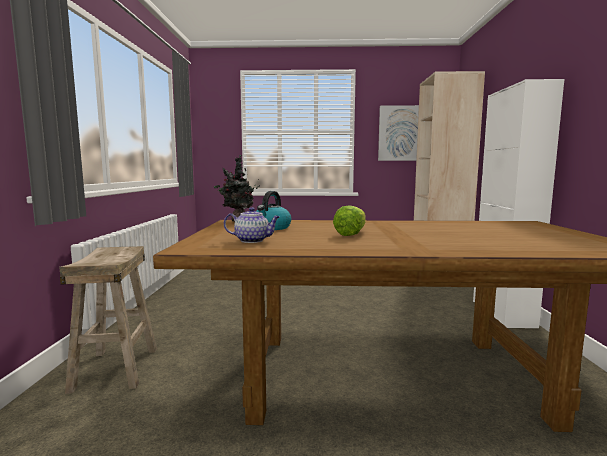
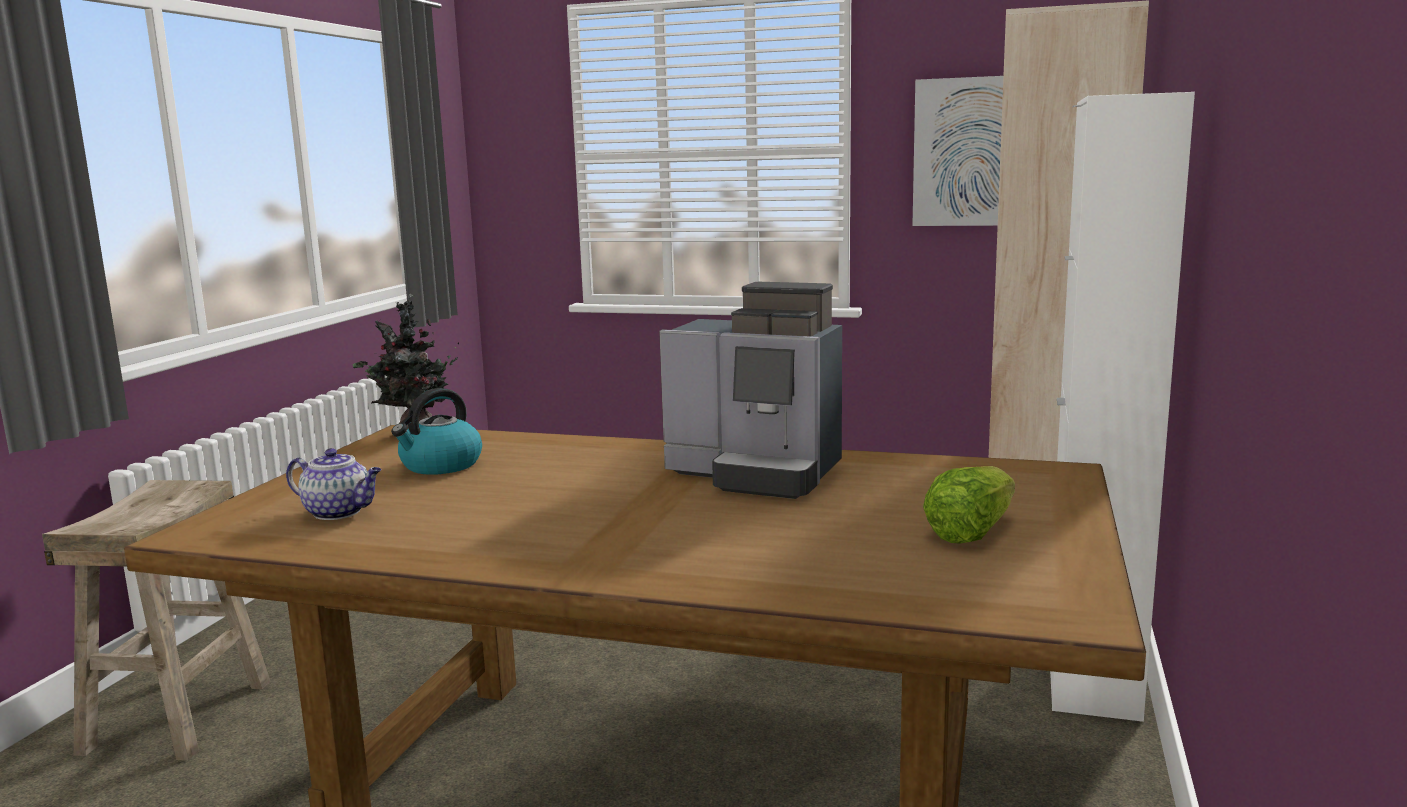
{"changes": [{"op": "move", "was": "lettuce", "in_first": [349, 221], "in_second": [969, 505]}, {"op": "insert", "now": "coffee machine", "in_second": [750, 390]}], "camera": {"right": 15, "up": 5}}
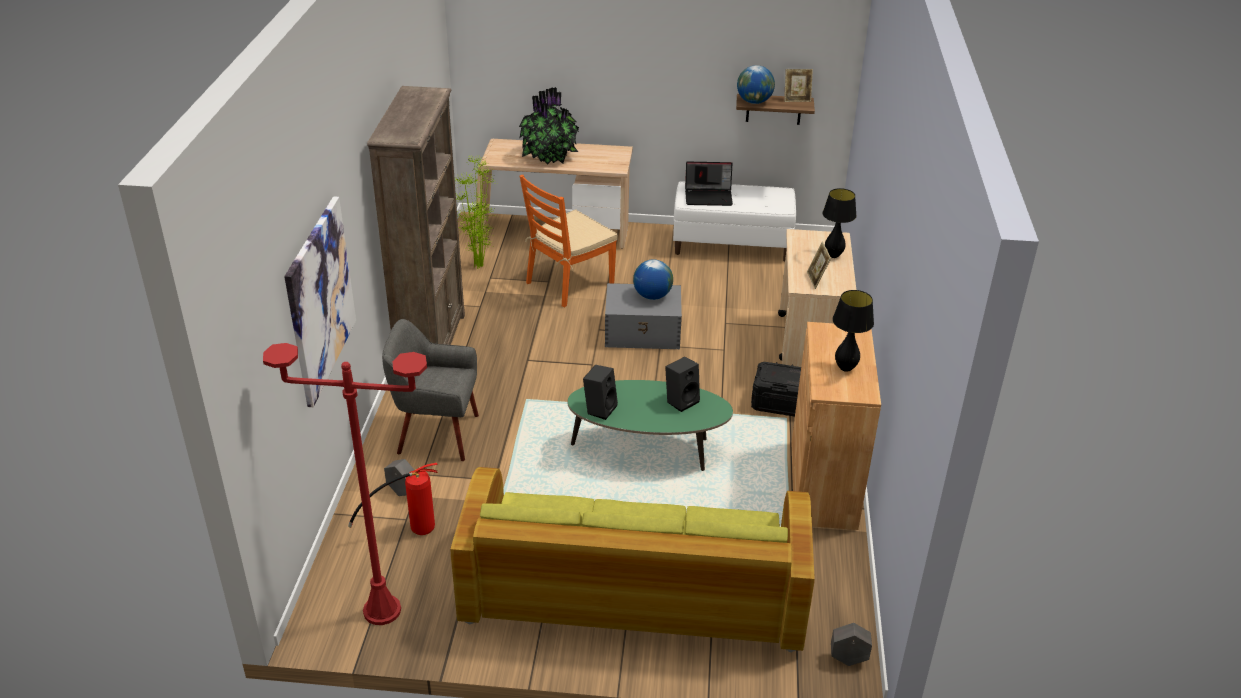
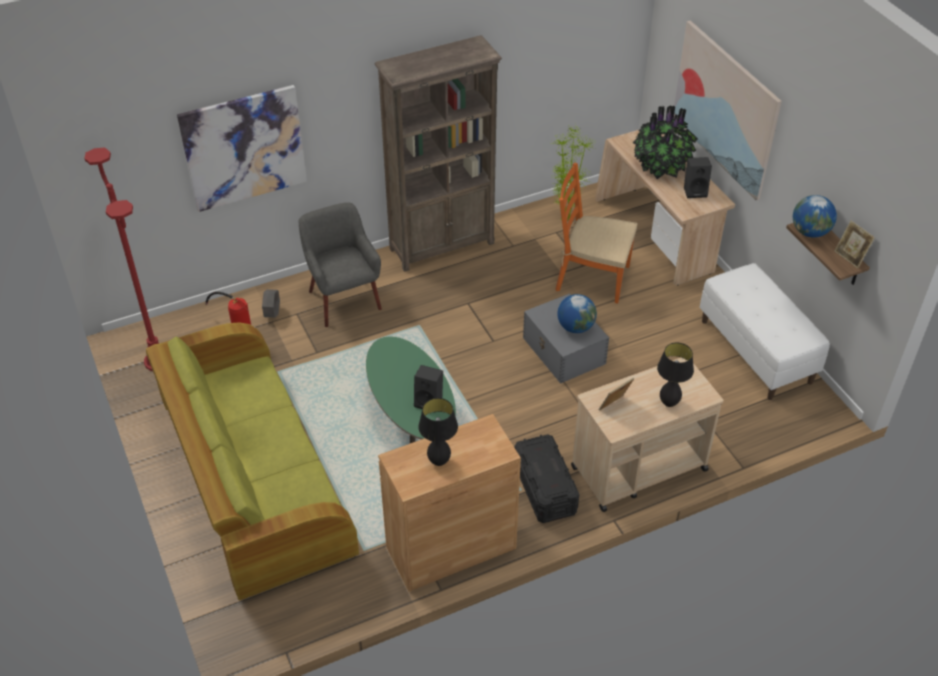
{"changes": [{"op": "delete", "was": "laptop", "in_first": [709, 184]}, {"op": "move", "was": "black speaker", "in_first": [600, 392], "in_second": [698, 177]}, {"op": "delete", "was": "grey planter", "in_first": [851, 644]}, {"op": "insert", "now": "picture", "in_second": [728, 110]}], "camera": {"right": 60, "up": 10}}
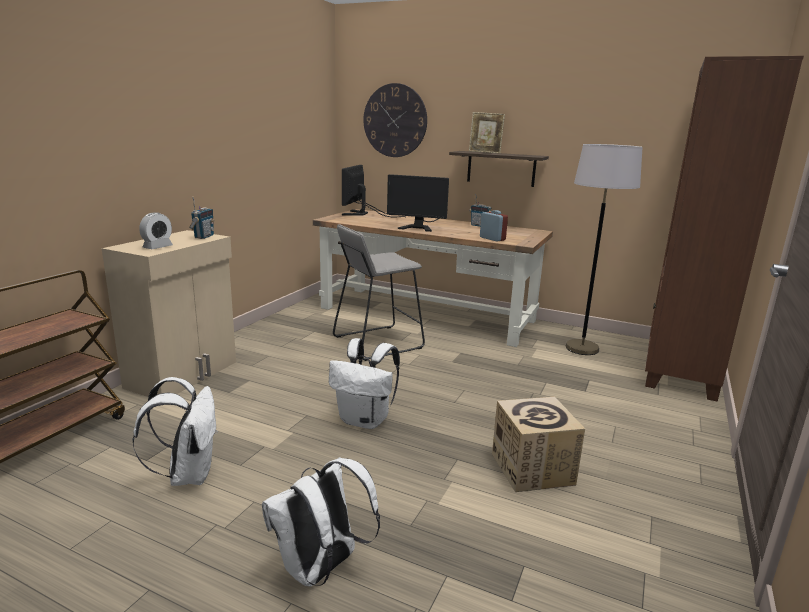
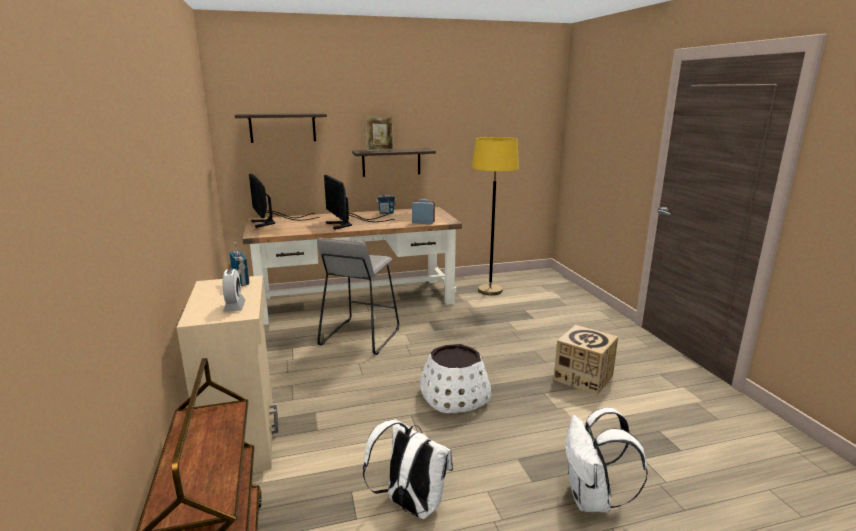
{"changes": [{"op": "delete", "was": "brown bookcase", "in_first": [724, 228]}, {"op": "replace", "was": "wall clock", "now": "shelf", "in_first": [395, 120], "in_second": [281, 128]}, {"op": "recolor", "was": "grey floor lamp", "now": "yellow floor lamp", "in_first": [604, 249], "in_second": [495, 216]}, {"op": "rotate", "was": "monitor", "in_first": [418, 203], "in_second": [359, 202], "clockwise": 90}, {"op": "replace", "was": "white backpack", "now": "white planter", "in_first": [364, 383], "in_second": [455, 378]}], "camera": {"right": -40, "up": 0}}
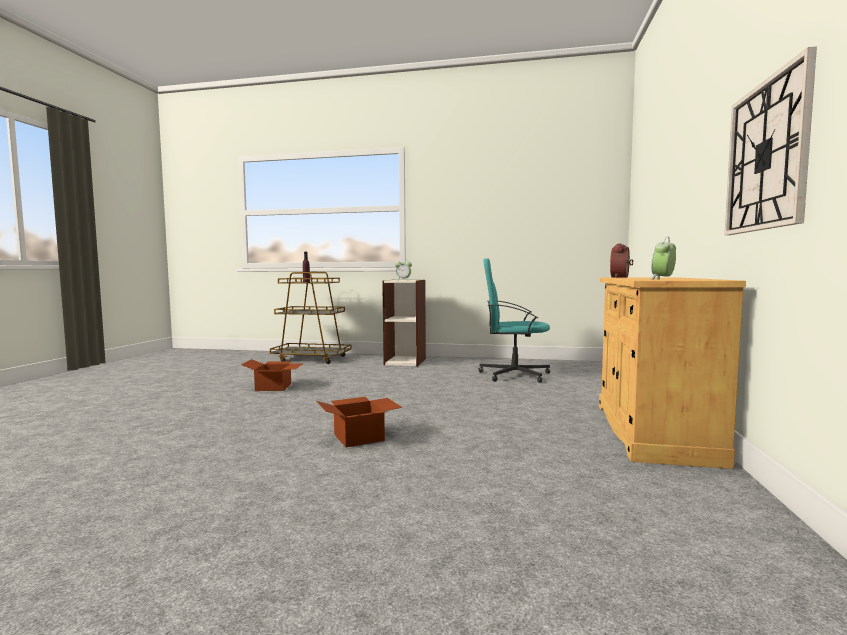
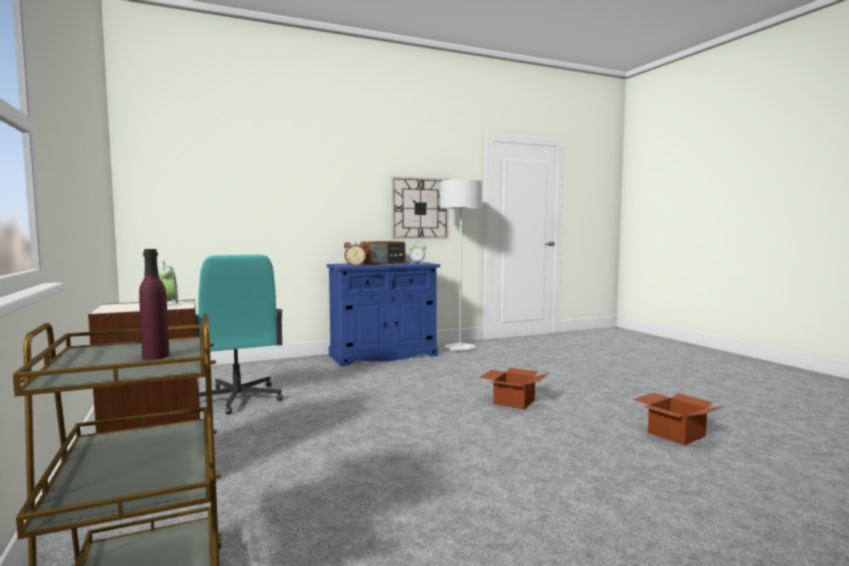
{"changes": [{"op": "recolor", "was": "beige cabinet", "now": "blue cabinet", "in_first": [672, 373], "in_second": [383, 314]}, {"op": "move", "was": "cardboard box", "in_first": [272, 375], "in_second": [679, 419]}, {"op": "insert", "now": "grey floor lamp", "in_second": [461, 265]}, {"op": "insert", "now": "radio", "in_second": [382, 253]}], "camera": {"right": -125, "up": 0}}
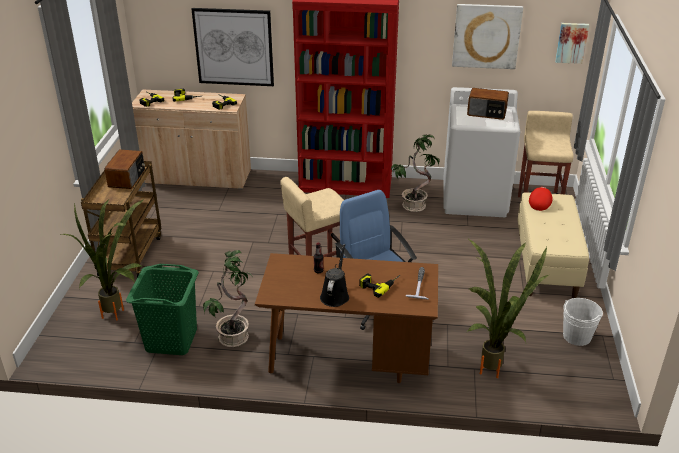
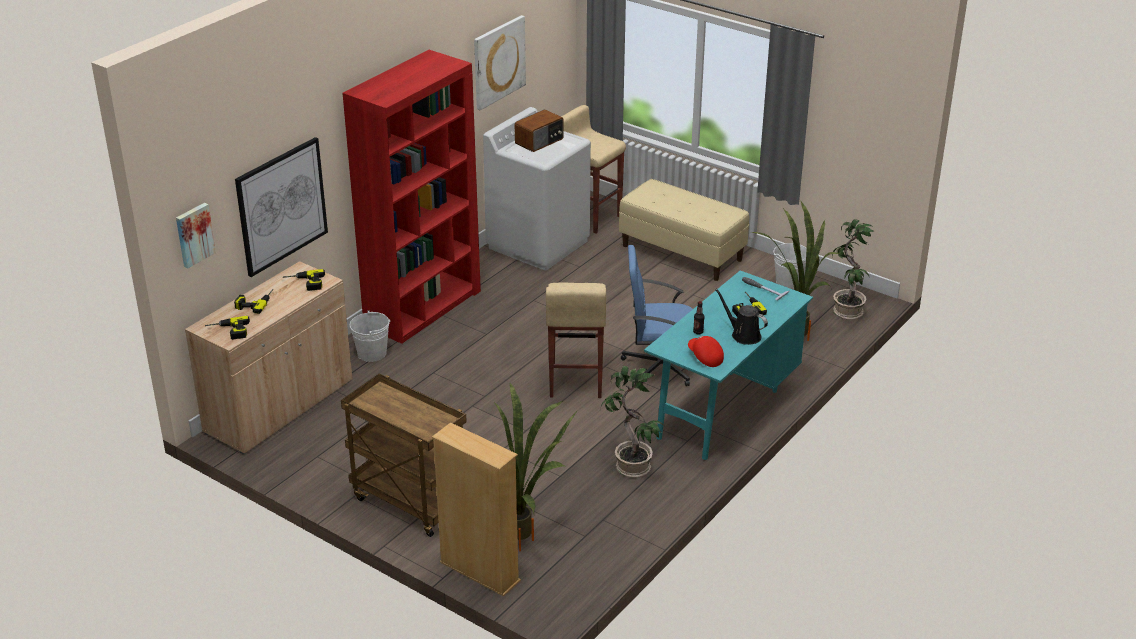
{"changes": [{"op": "move", "was": "picture", "in_first": [572, 43], "in_second": [196, 235]}, {"op": "move", "was": "potted plant", "in_first": [415, 173], "in_second": [853, 269]}, {"op": "delete", "was": "radio", "in_first": [125, 169]}, {"op": "move", "was": "red cap", "in_first": [541, 199], "in_second": [706, 351]}, {"op": "recolor", "was": "brown desk", "now": "turquoise desk", "in_first": [346, 318], "in_second": [728, 365]}, {"op": "delete", "was": "green laundry basket", "in_first": [162, 309]}, {"op": "insert", "now": "white bucket", "in_second": [370, 336]}, {"op": "insert", "now": "beige bookcase", "in_second": [476, 509]}], "camera": {"right": -60, "up": 0}}
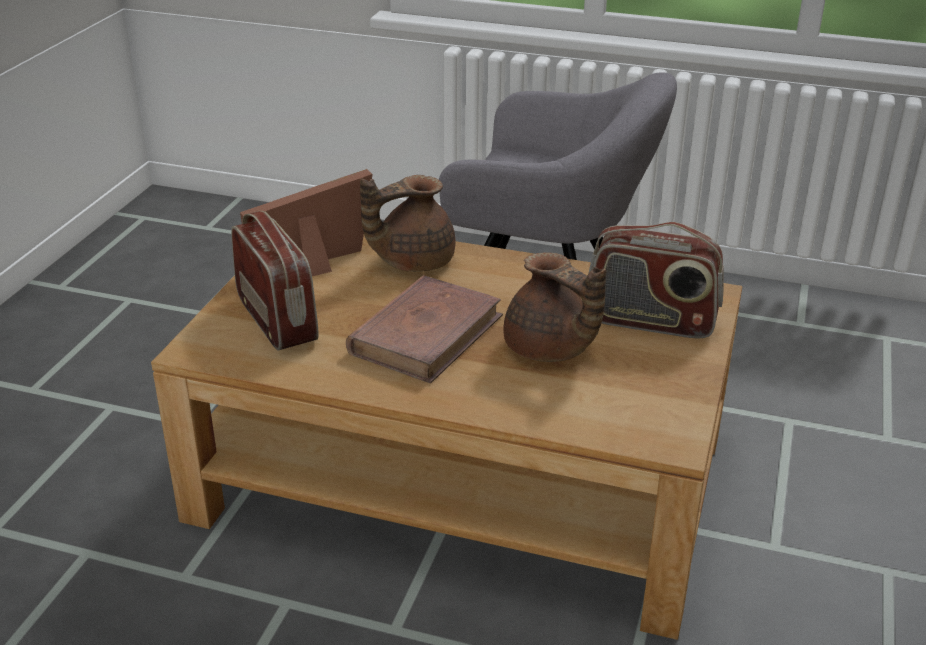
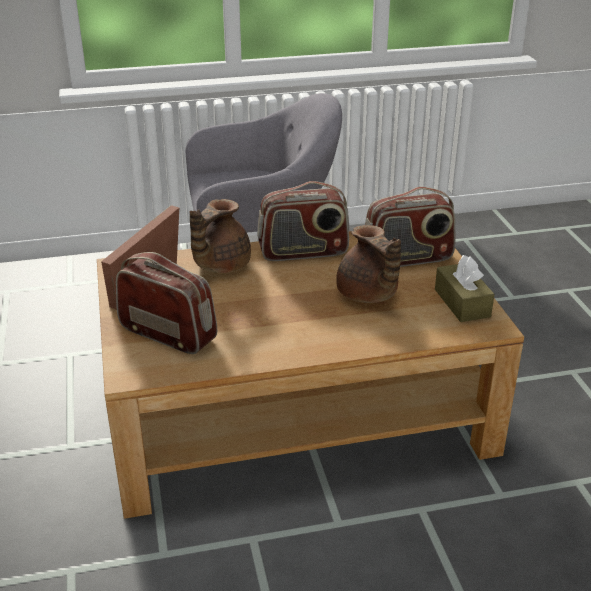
{"changes": [{"op": "rotate", "was": "brown teapot", "in_first": [554, 307], "in_second": [368, 264], "clockwise": 45}, {"op": "delete", "was": "brown book", "in_first": [424, 329]}, {"op": "insert", "now": "radio", "in_second": [303, 221]}, {"op": "insert", "now": "brown tissue box", "in_second": [465, 288]}], "camera": {"right": -30, "up": 0}}
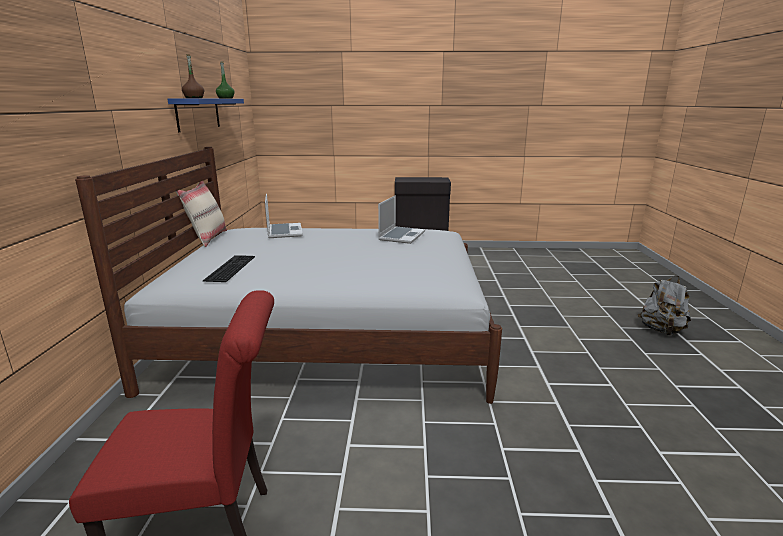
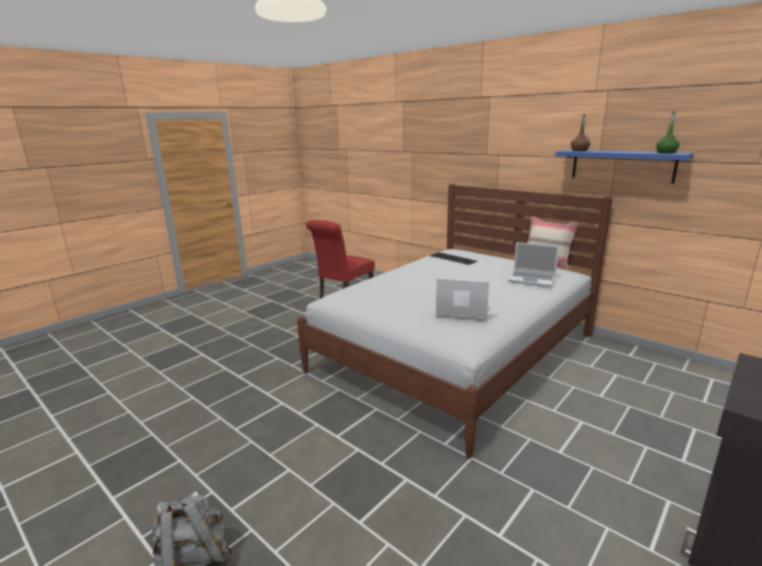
{"changes": [{"op": "rotate", "was": "laptop", "in_first": [401, 219], "in_second": [462, 299], "clockwise": 135}], "camera": {"right": 130, "up": 0}}
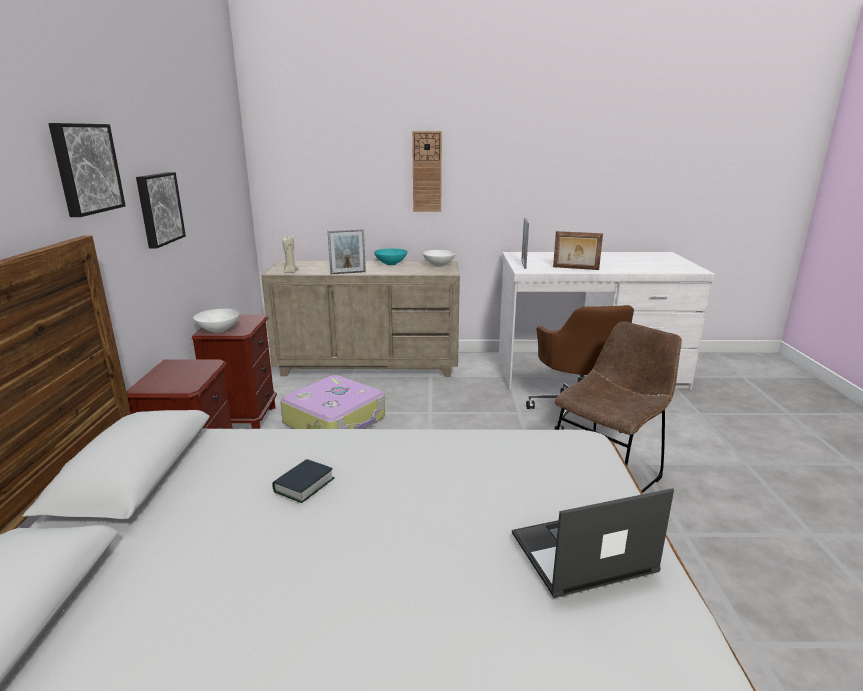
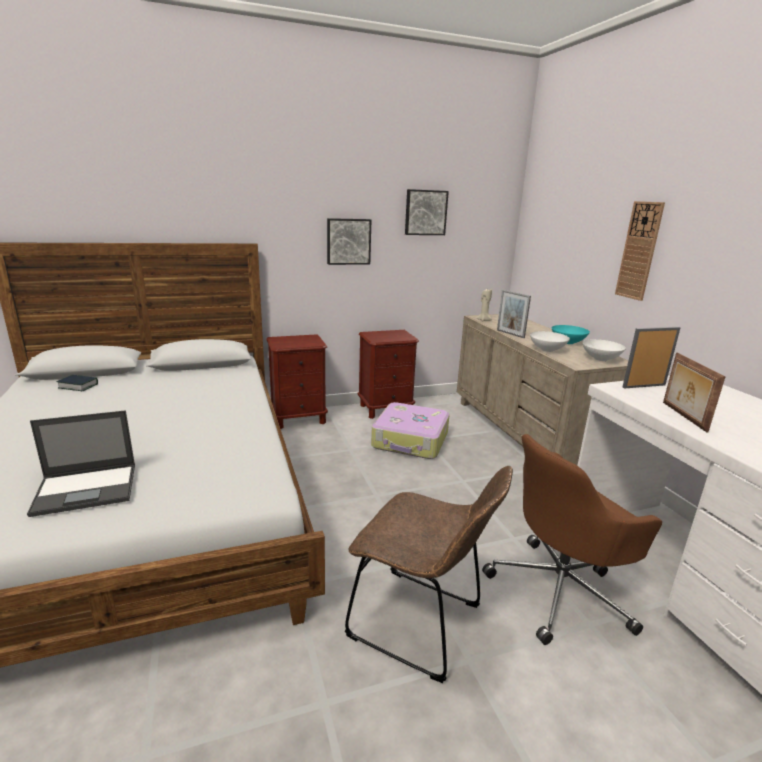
{"changes": [{"op": "move", "was": "picture", "in_first": [87, 170], "in_second": [427, 212]}, {"op": "move", "was": "white bowl", "in_first": [216, 321], "in_second": [550, 341]}, {"op": "move", "was": "book", "in_first": [303, 481], "in_second": [77, 383]}, {"op": "rotate", "was": "laptop", "in_first": [593, 543], "in_second": [81, 463], "clockwise": 105}], "camera": {"right": 70, "up": 0}}
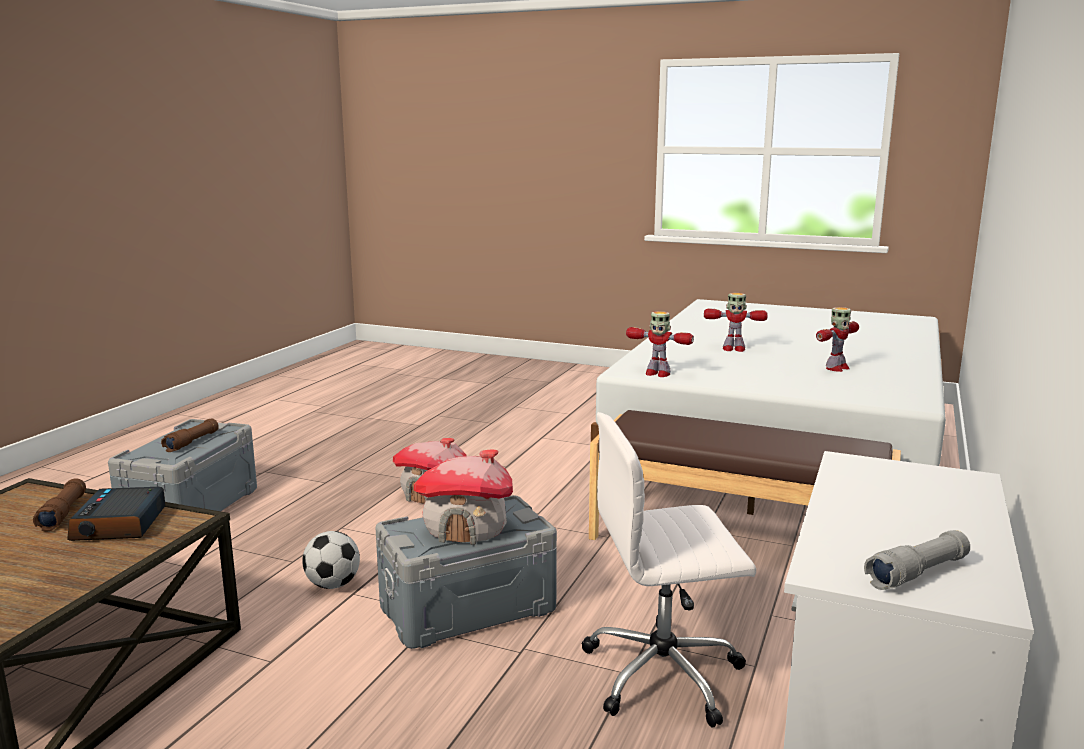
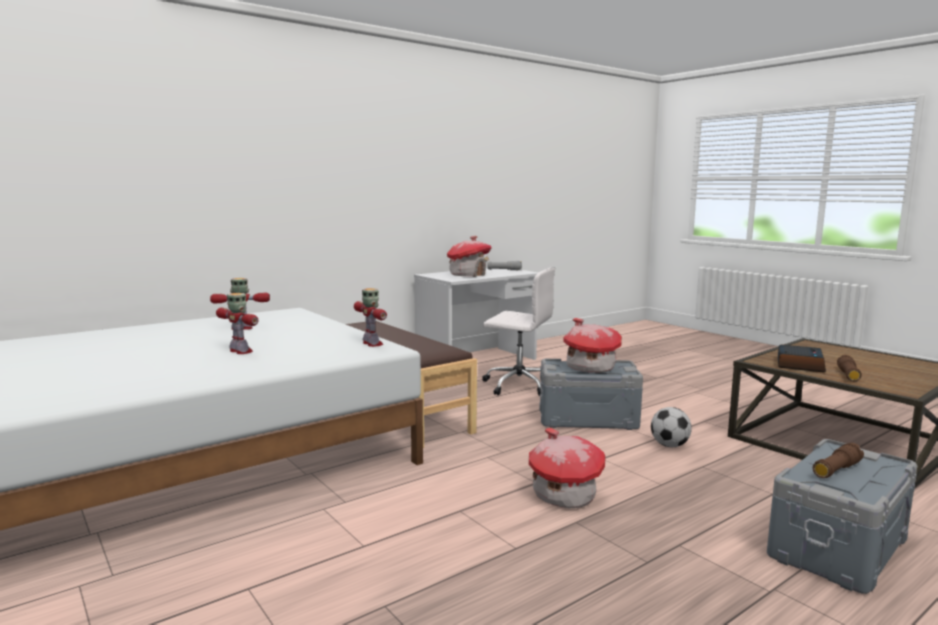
{"changes": [{"op": "insert", "now": "toy house", "in_second": [469, 256]}], "camera": {"right": -150, "up": -5}}
